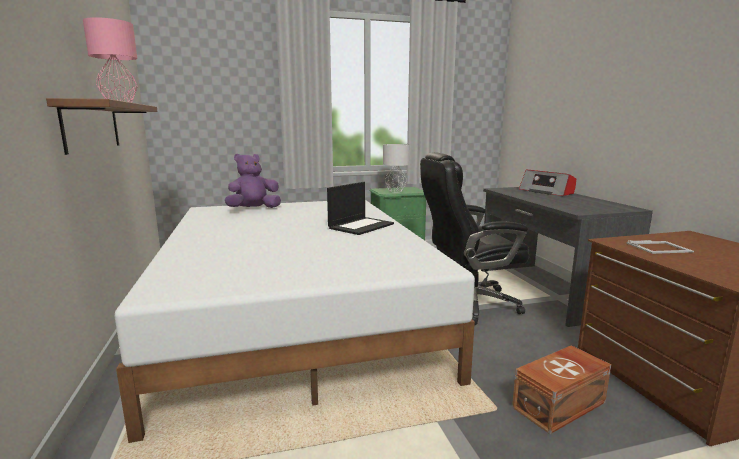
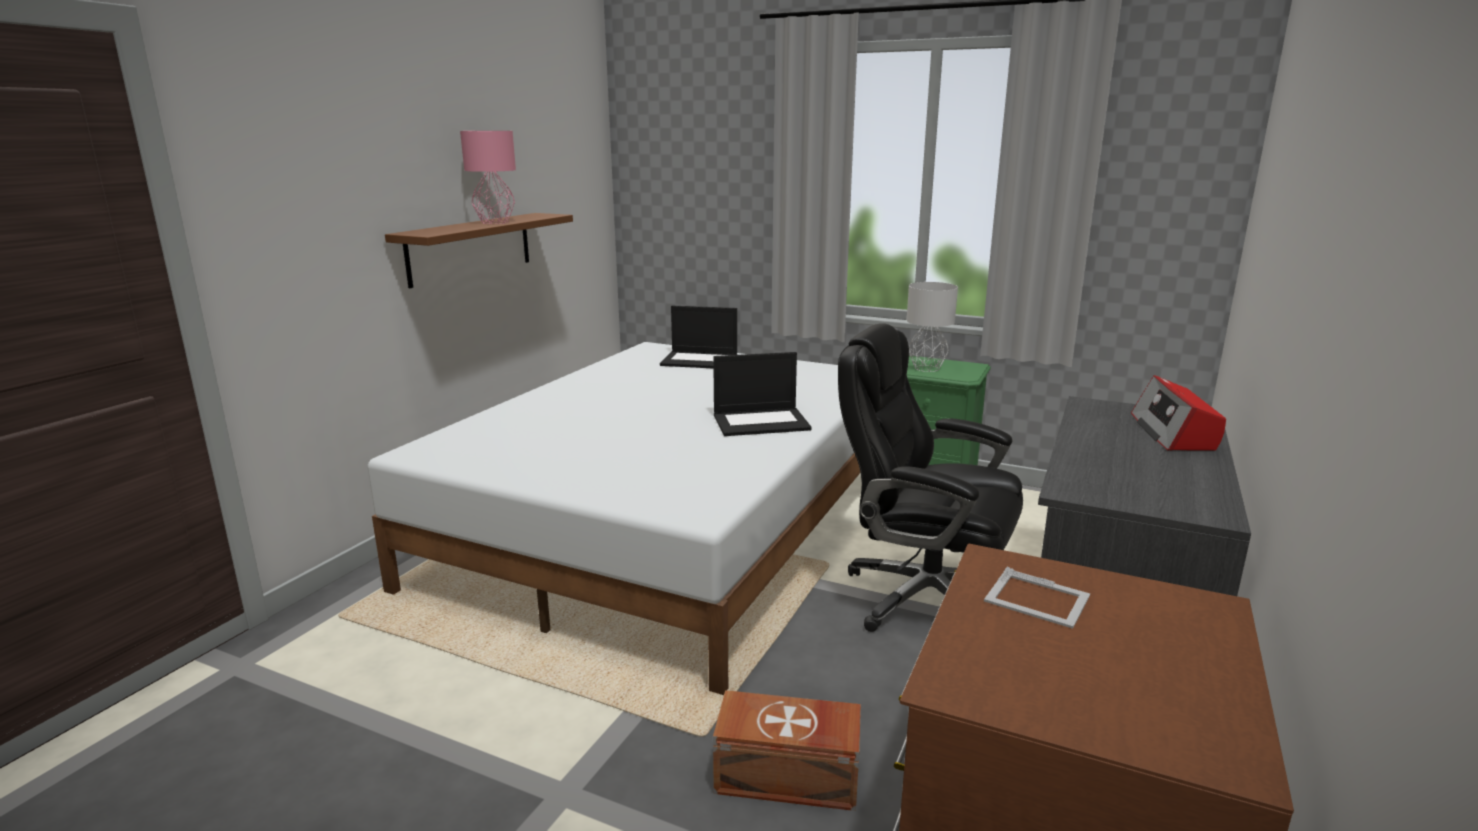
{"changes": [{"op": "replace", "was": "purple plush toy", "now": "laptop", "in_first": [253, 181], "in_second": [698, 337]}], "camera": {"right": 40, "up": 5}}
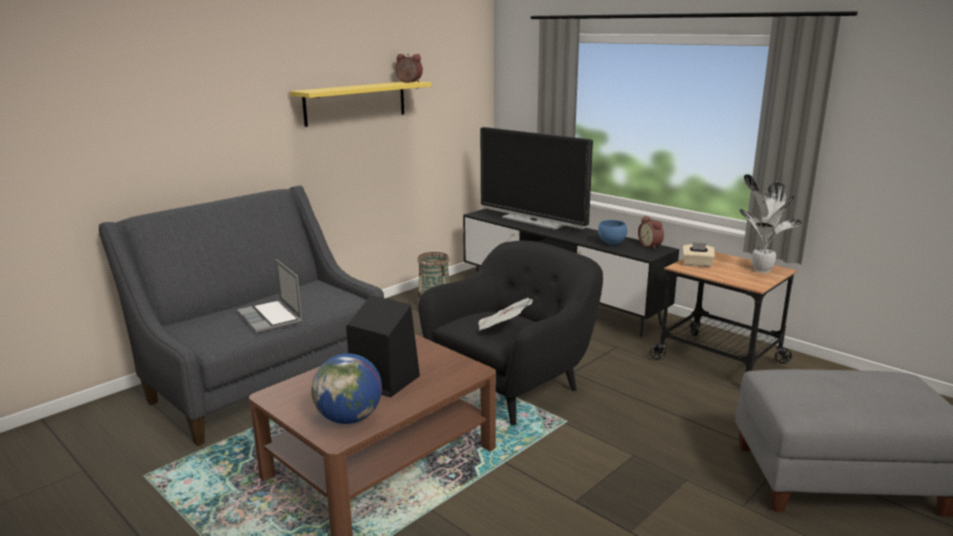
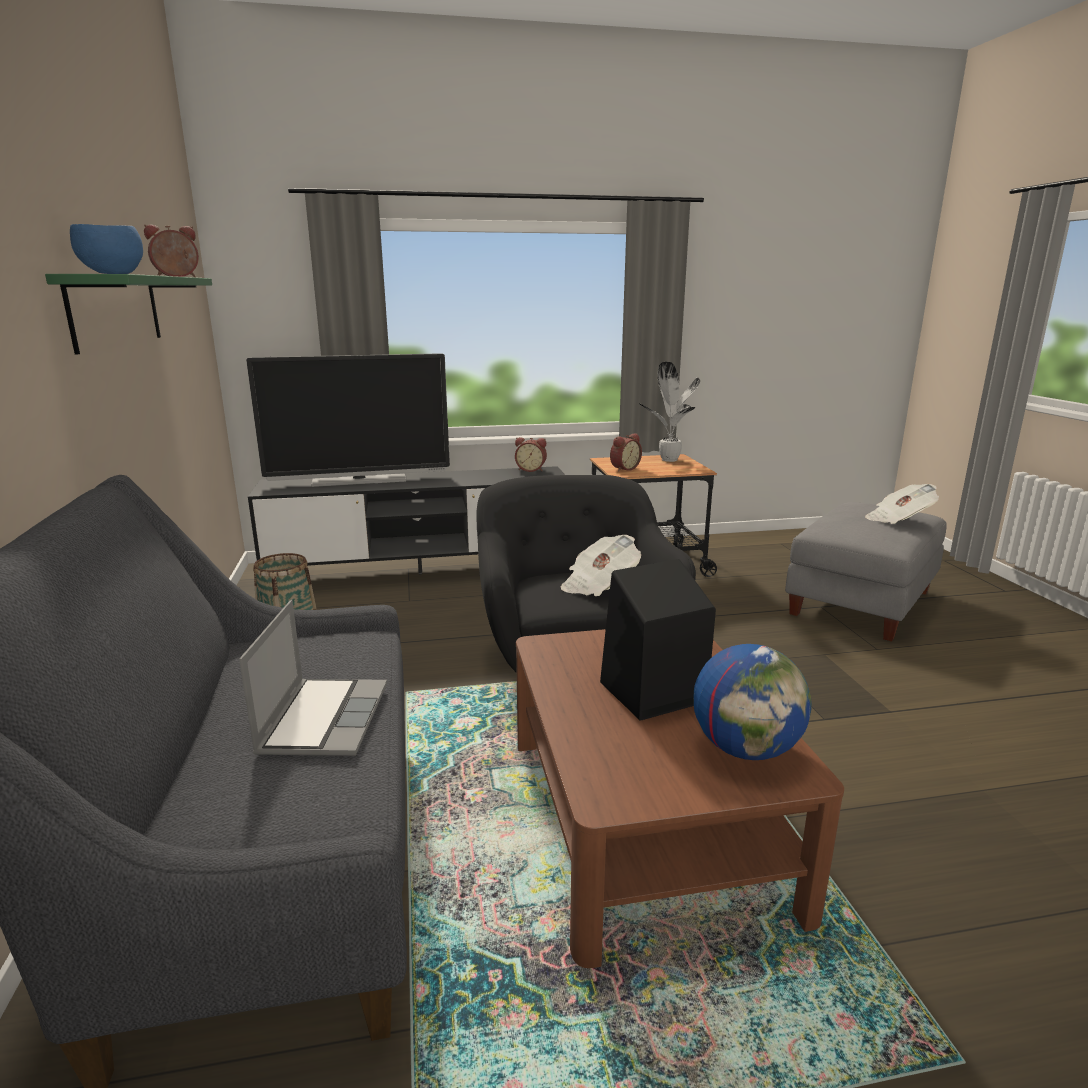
{"changes": [{"op": "recolor", "was": "yellow shelf", "now": "green shelf", "in_first": [361, 104], "in_second": [128, 314]}, {"op": "move", "was": "blue bowl", "in_first": [612, 232], "in_second": [106, 249]}, {"op": "replace", "was": "beige tissue box", "now": "alarm clock", "in_first": [698, 254], "in_second": [626, 452]}, {"op": "rotate", "was": "laptop", "in_first": [270, 296], "in_second": [313, 678], "clockwise": -90}, {"op": "insert", "now": "newspaper", "in_second": [902, 504]}], "camera": {"right": -55, "up": 0}}
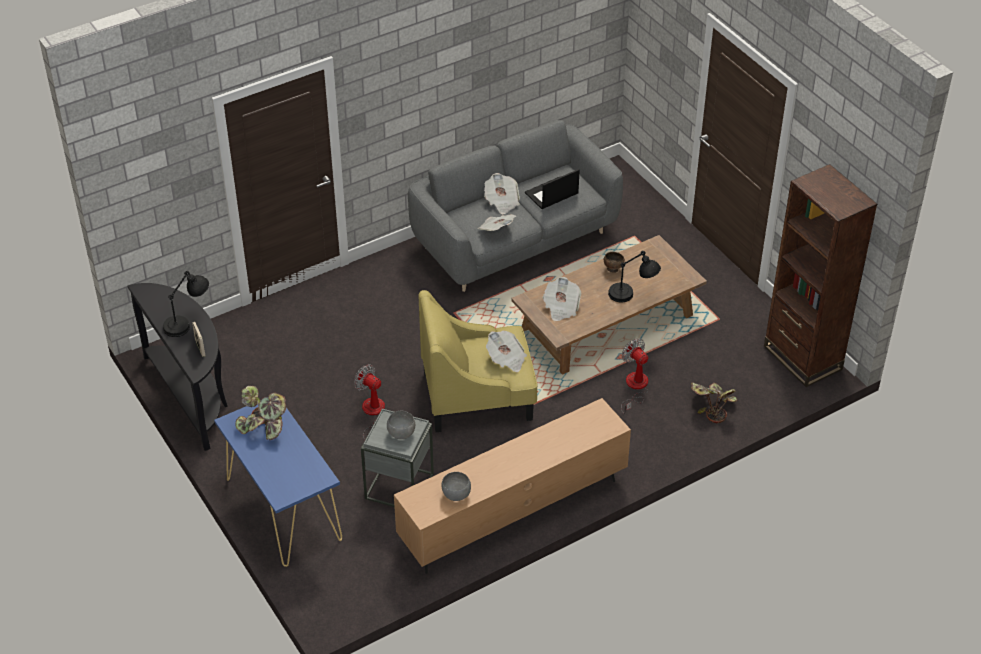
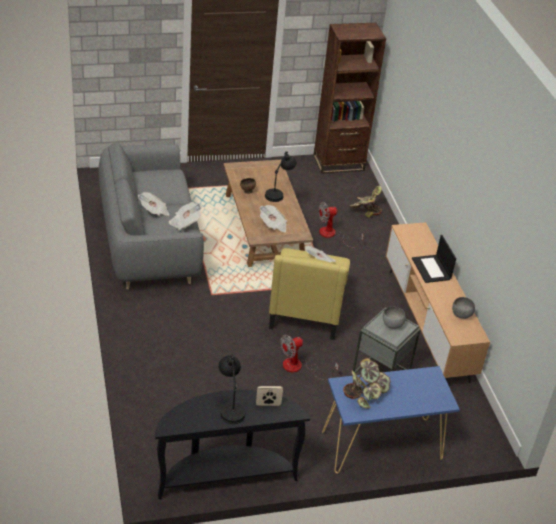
{"changes": [{"op": "move", "was": "laptop", "in_first": [552, 189], "in_second": [434, 259]}], "camera": {"right": -75, "up": -5}}
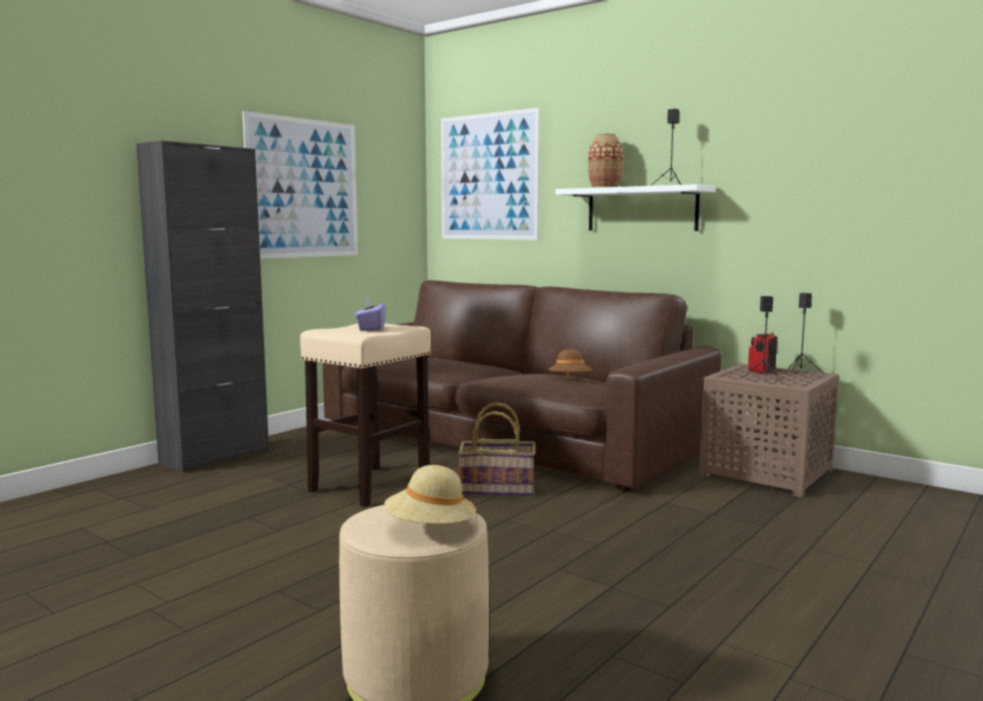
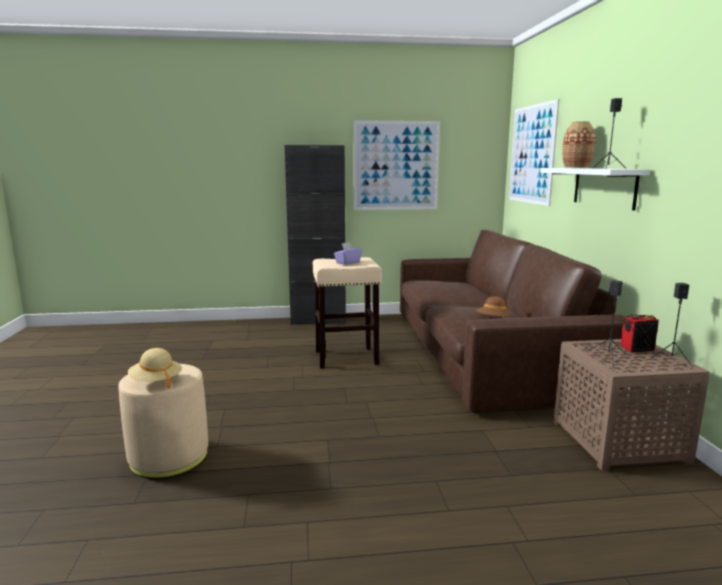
{"changes": [{"op": "delete", "was": "basket", "in_first": [496, 449]}], "camera": {"right": 45, "up": 5}}
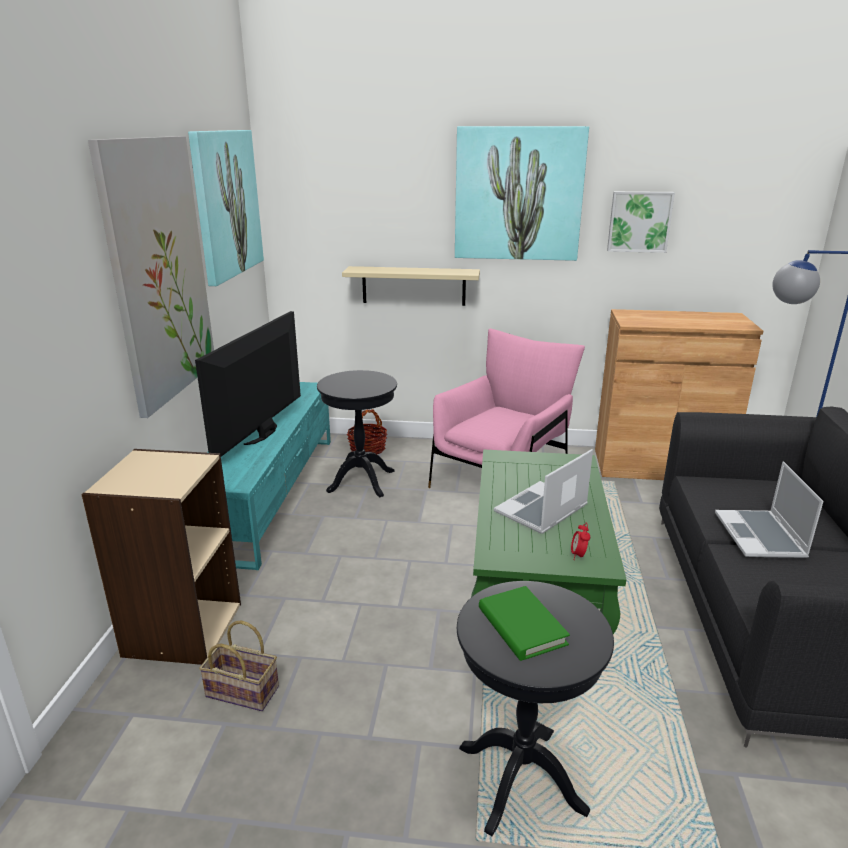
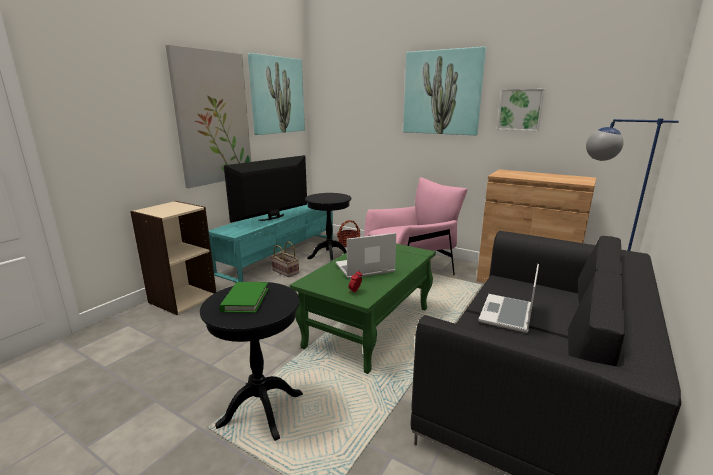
{"changes": [{"op": "delete", "was": "beige shelf", "in_first": [411, 286]}, {"op": "move", "was": "basket", "in_first": [239, 665], "in_second": [285, 259]}], "camera": {"right": 25, "up": -5}}
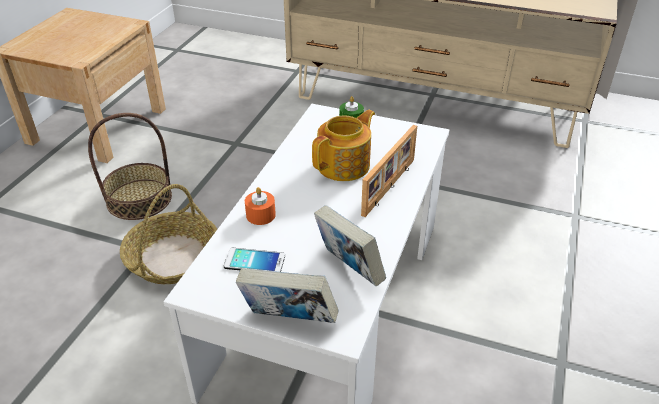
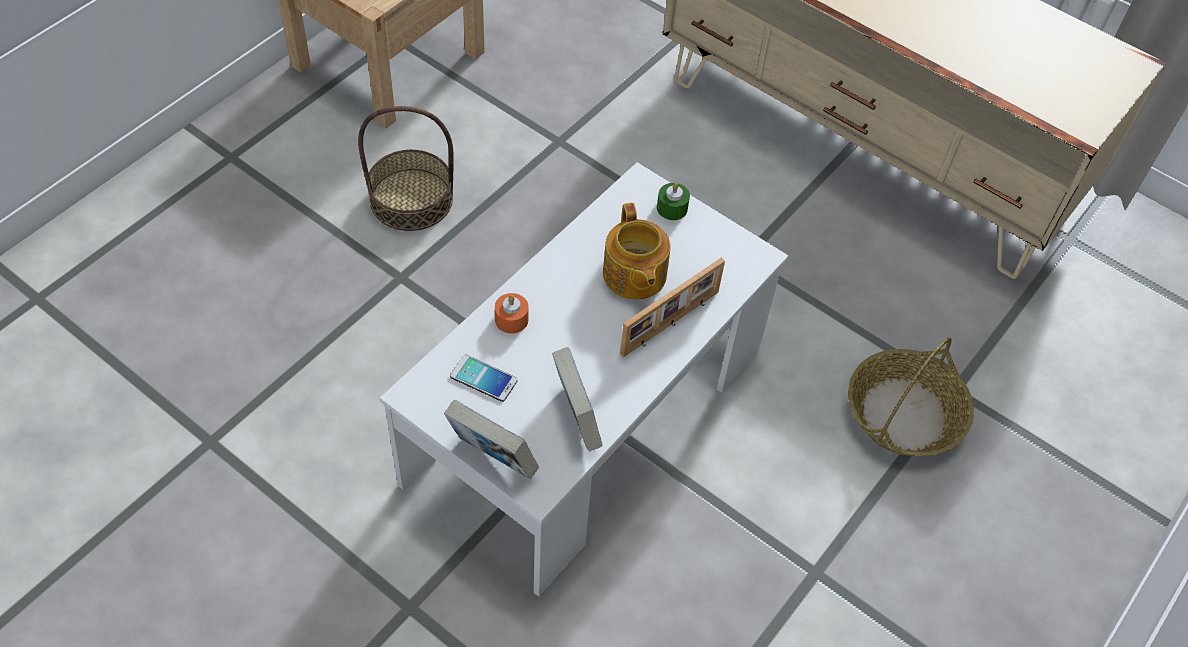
{"changes": [{"op": "rotate", "was": "teapot", "in_first": [343, 145], "in_second": [636, 251], "clockwise": 105}, {"op": "move", "was": "basket", "in_first": [168, 234], "in_second": [911, 396]}], "camera": {"right": 15, "up": 15}}
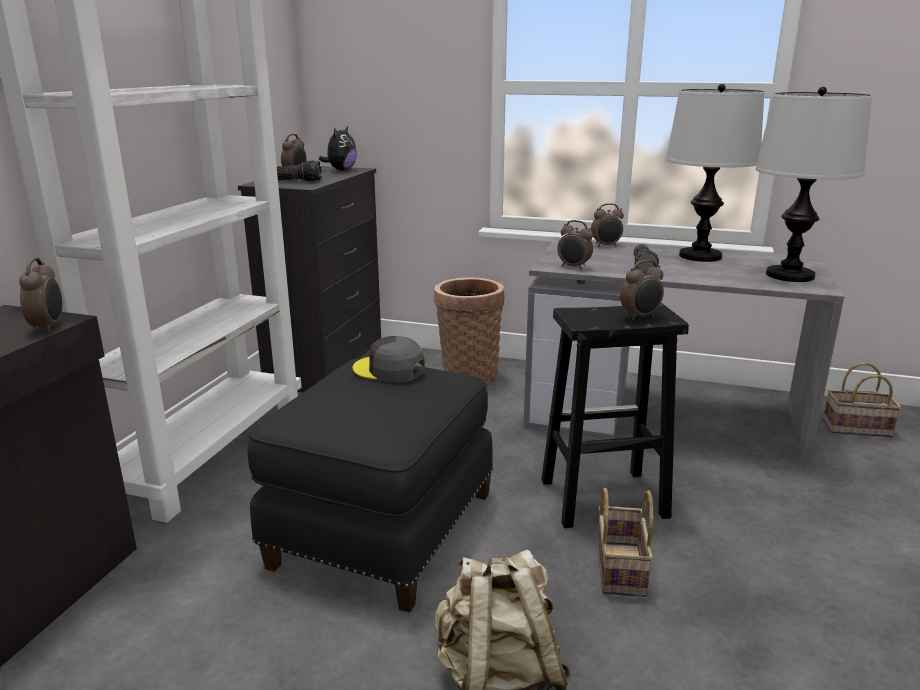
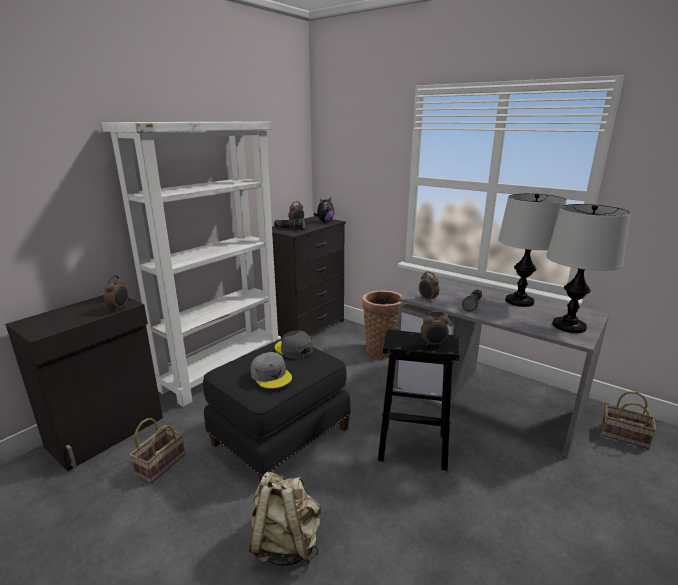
{"changes": [{"op": "delete", "was": "alarm clock", "in_first": [607, 225]}, {"op": "move", "was": "basket", "in_first": [625, 542], "in_second": [157, 450]}, {"op": "insert", "now": "grey cap", "in_second": [271, 370]}], "camera": {"right": 20, "up": 0}}
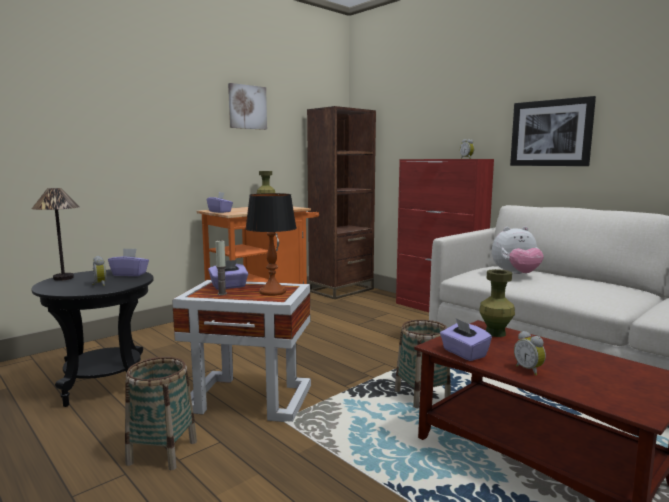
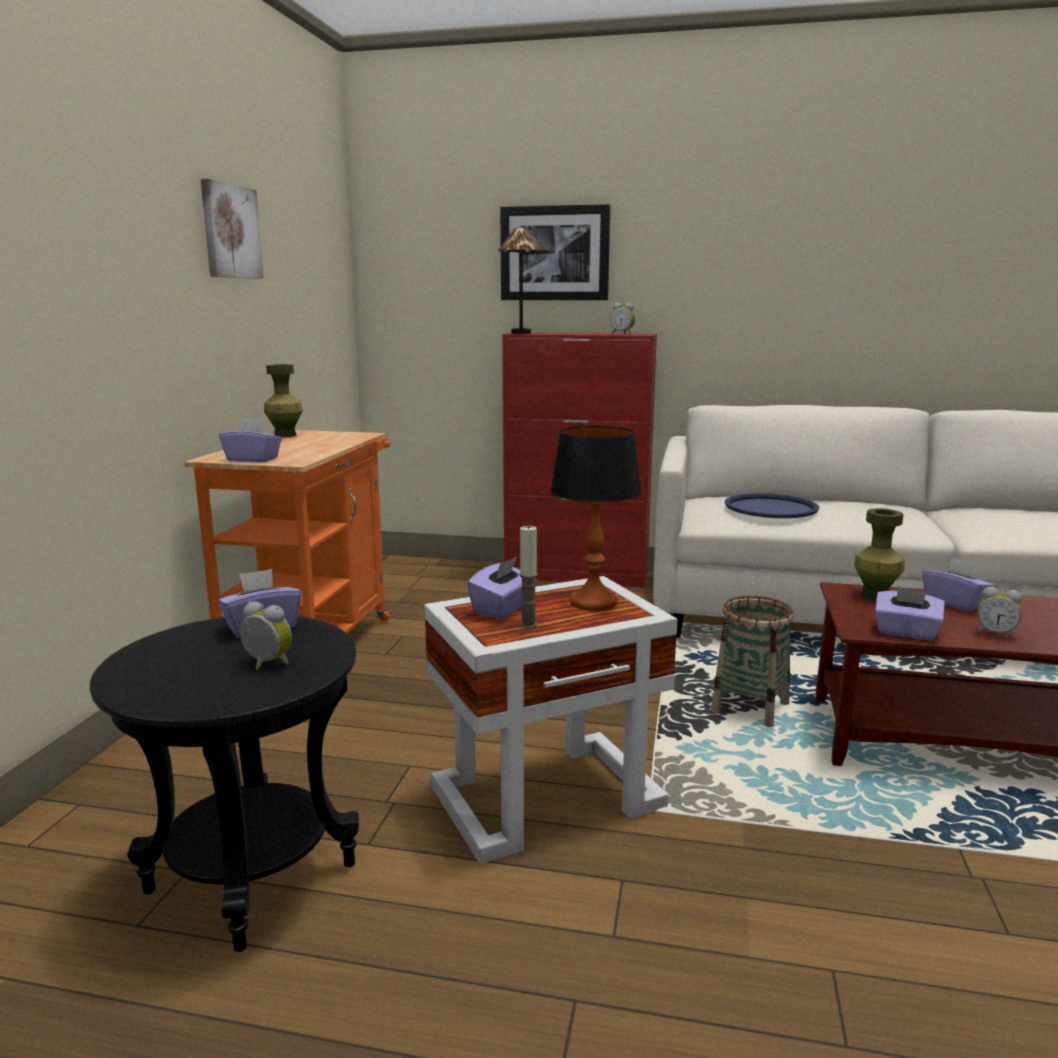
{"changes": [{"op": "move", "was": "picture", "in_first": [553, 131], "in_second": [555, 252]}, {"op": "delete", "was": "brown bookcase", "in_first": [341, 202]}, {"op": "move", "was": "table lamp", "in_first": [56, 234], "in_second": [521, 281]}, {"op": "replace", "was": "plush toy", "now": "blue tray", "in_first": [518, 250], "in_second": [772, 505]}, {"op": "delete", "was": "basket", "in_first": [161, 413]}, {"op": "insert", "now": "purple tissue box", "in_second": [957, 584]}], "camera": {"right": -35, "up": 5}}
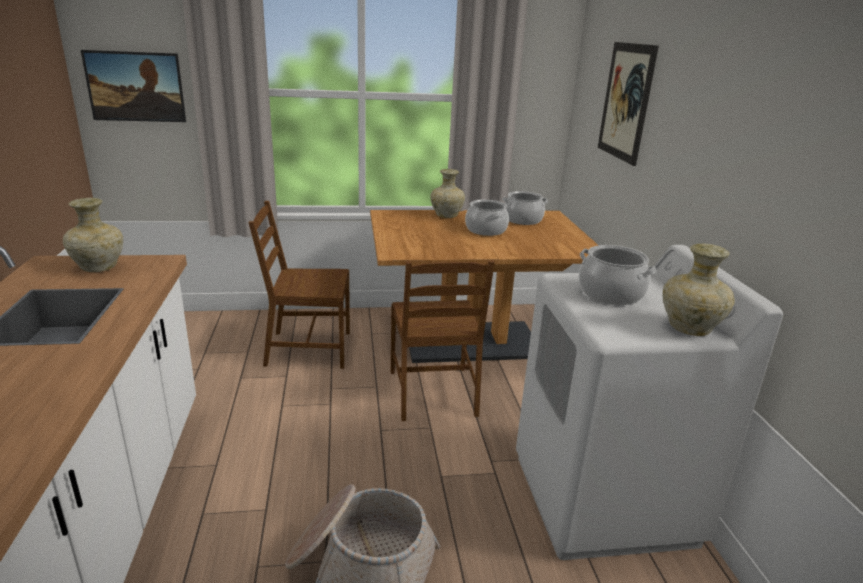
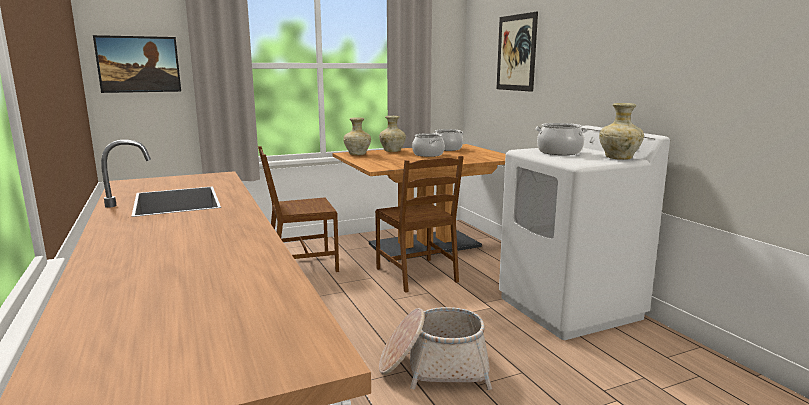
{"changes": [{"op": "move", "was": "beige vase", "in_first": [93, 235], "in_second": [357, 136]}], "camera": {"right": -15, "up": -10}}
